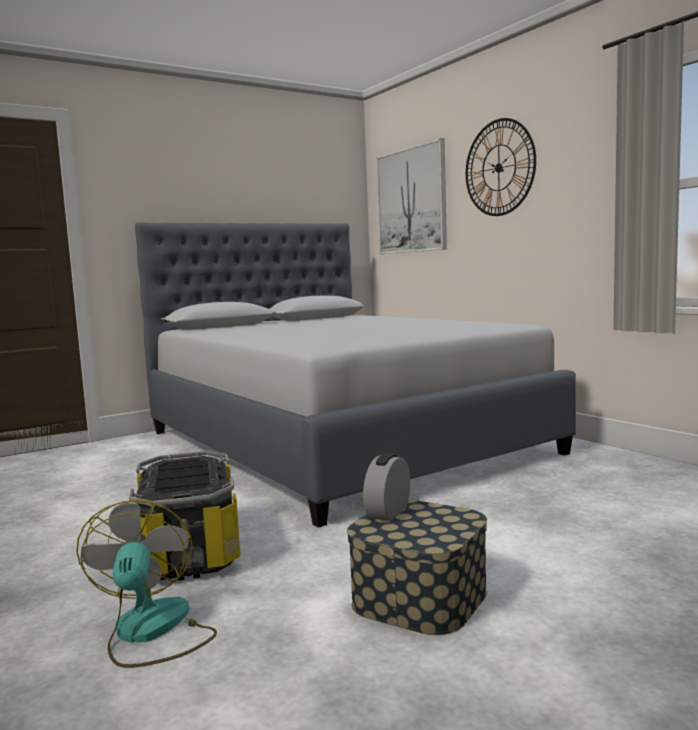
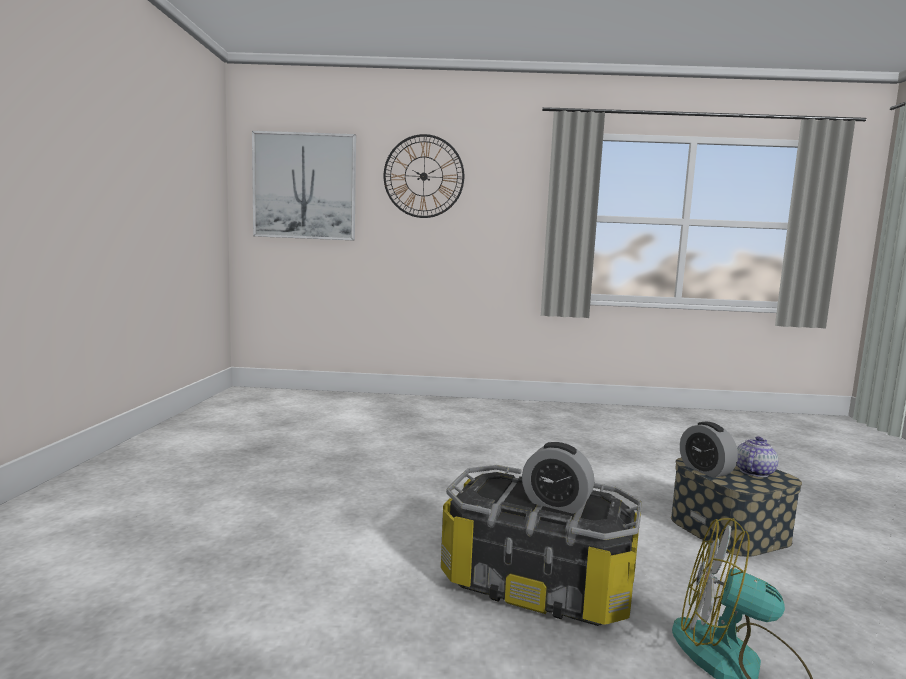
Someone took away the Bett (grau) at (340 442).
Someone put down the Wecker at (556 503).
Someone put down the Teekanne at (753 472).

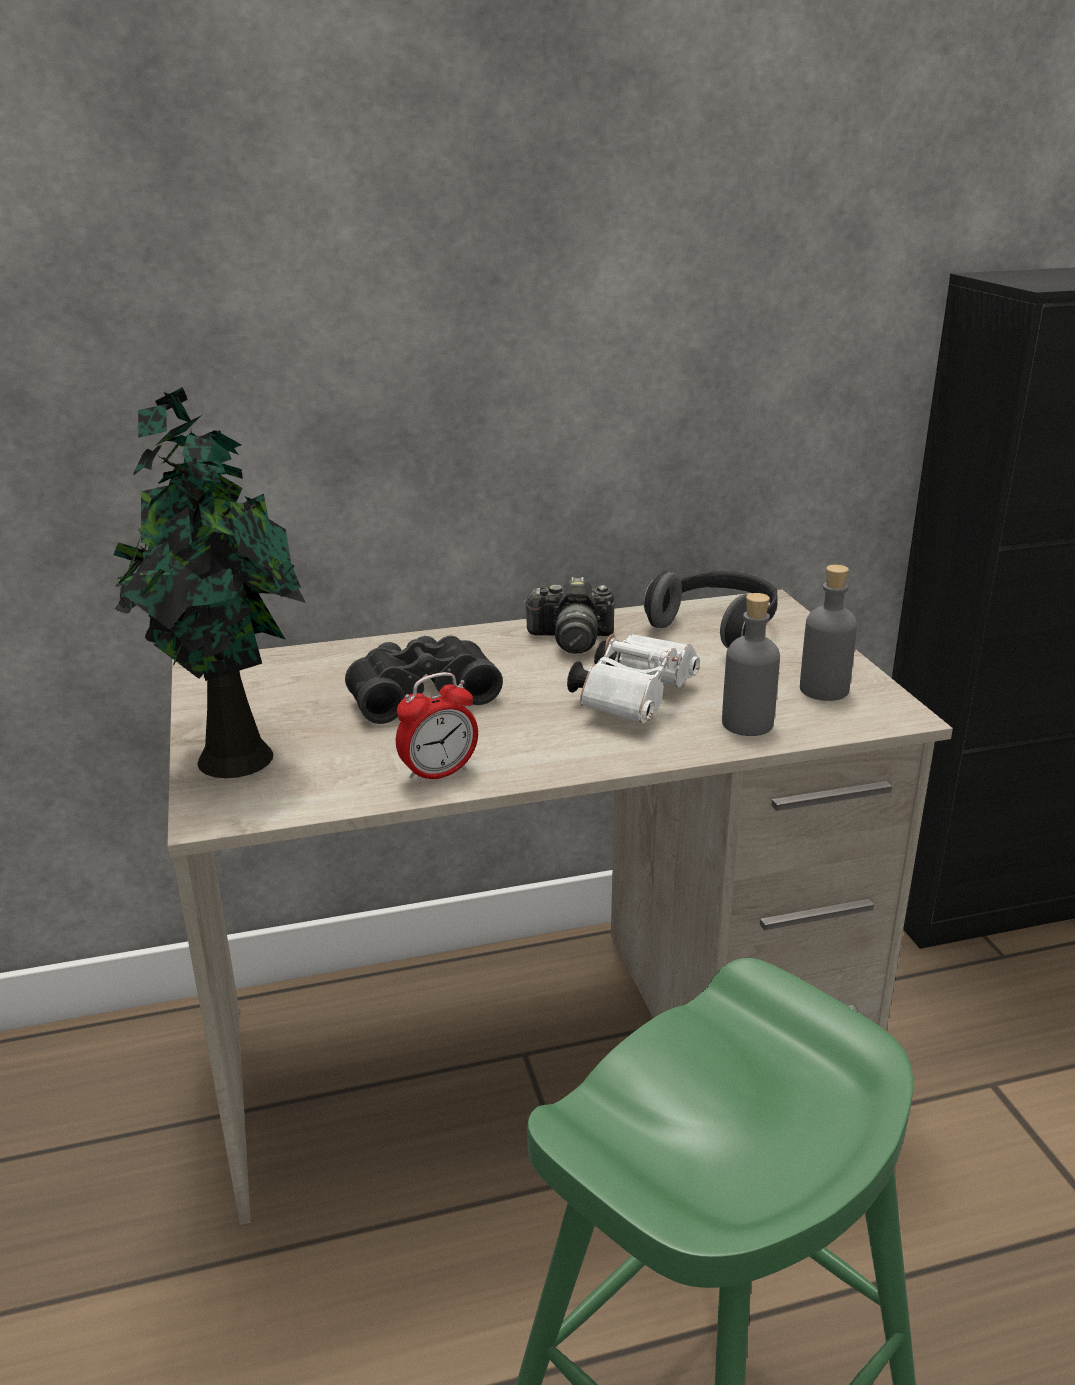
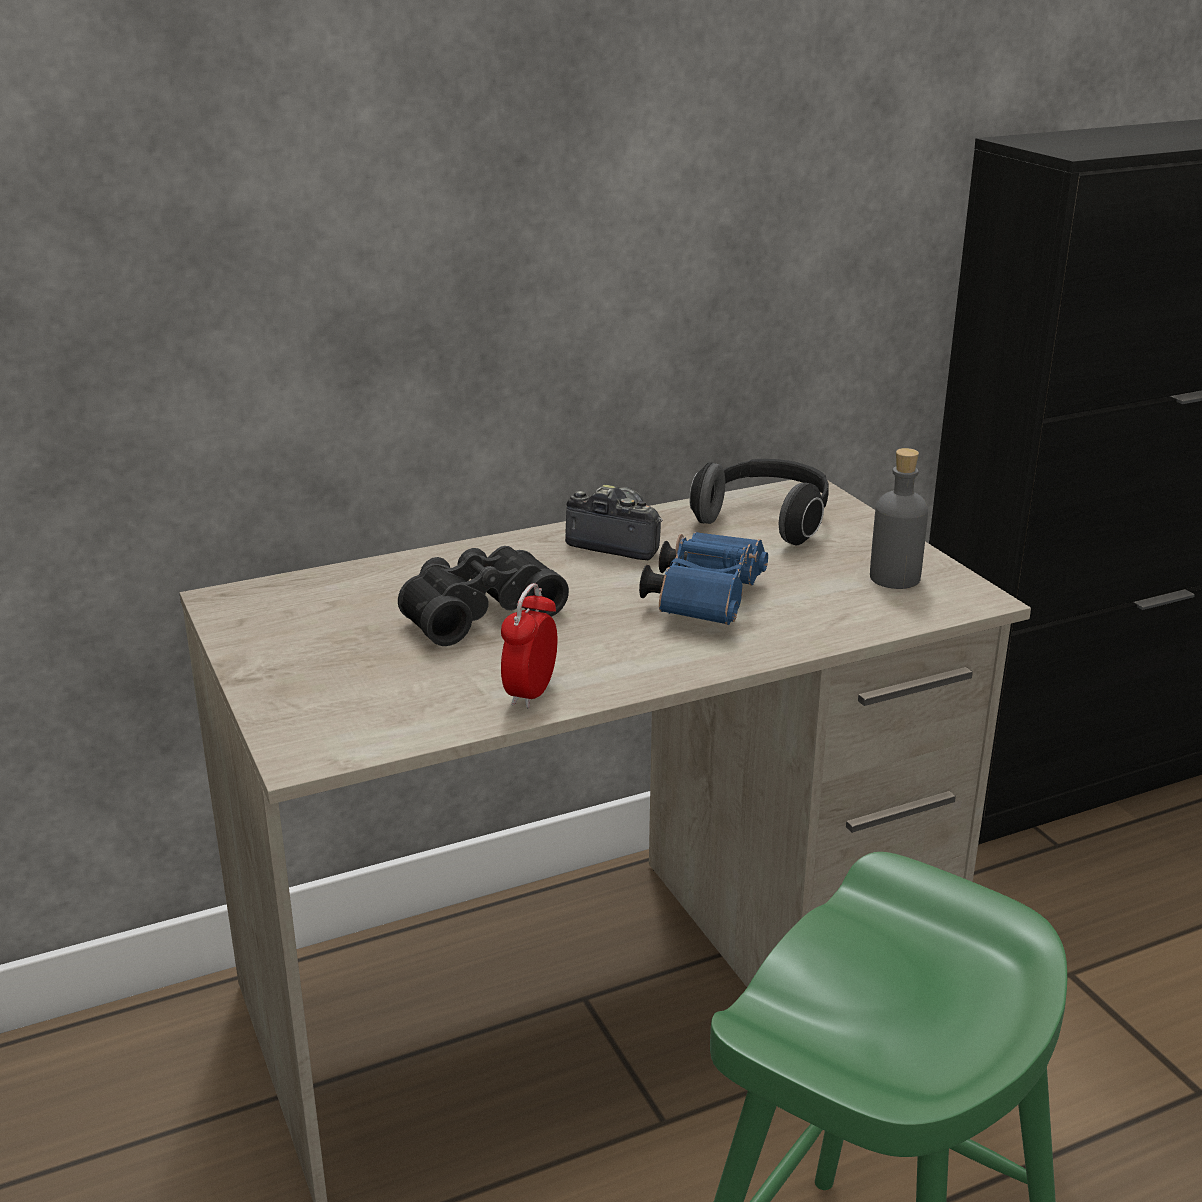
Someone took away the Topfpflanze at (230 756).
Someone took away the Flasche (grau) at (747 724).
Someone repainted the Fernglas (weiß) at (635 698), which became the Fernglas (blau) at (706 600).
Someone rotated the Wecker at (438 773) by 150 degrees clockwise.
Someone rotated the Kamera at (571 639) by 150 degrees counterclockwise.

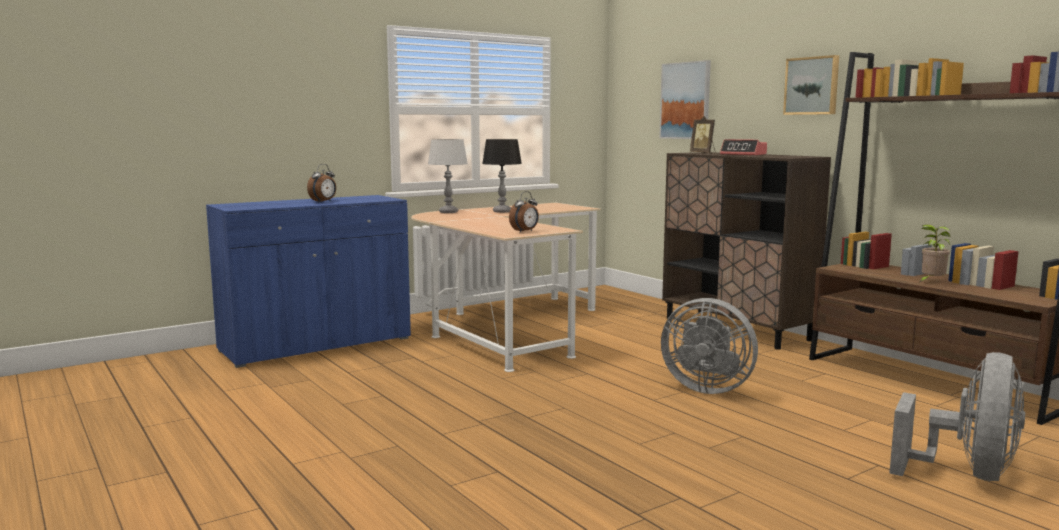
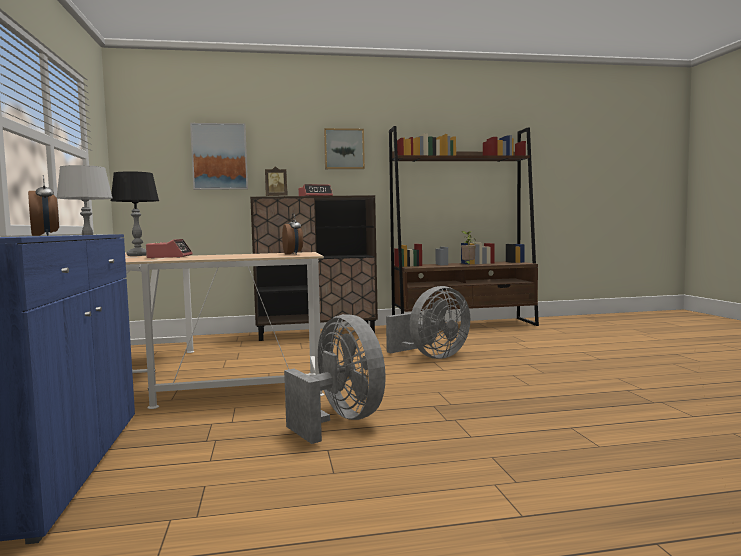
Someone put down the Wecker at (170 257).
Someone carried the Ventilator (grau) from (966 473) to (340 421).

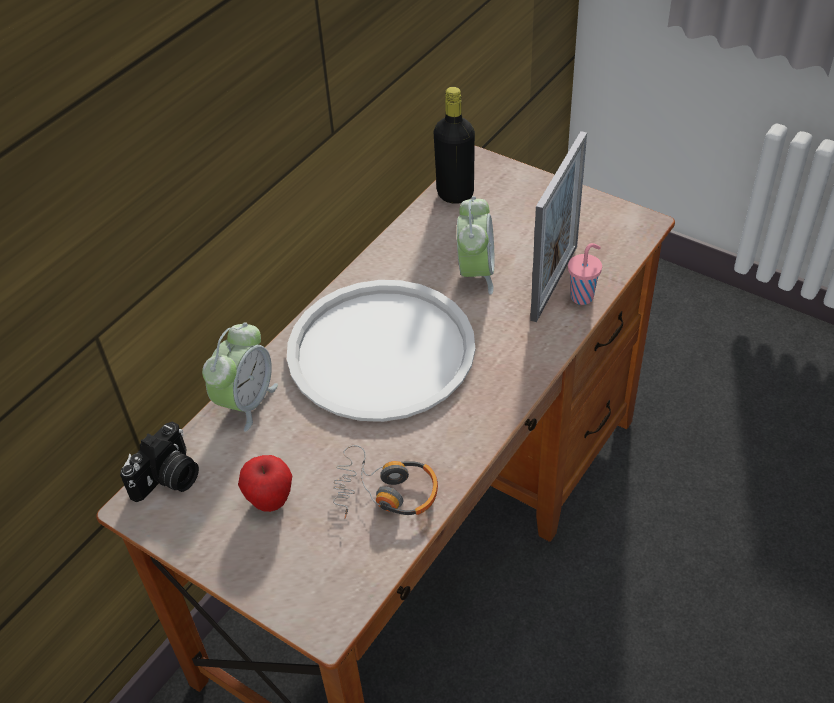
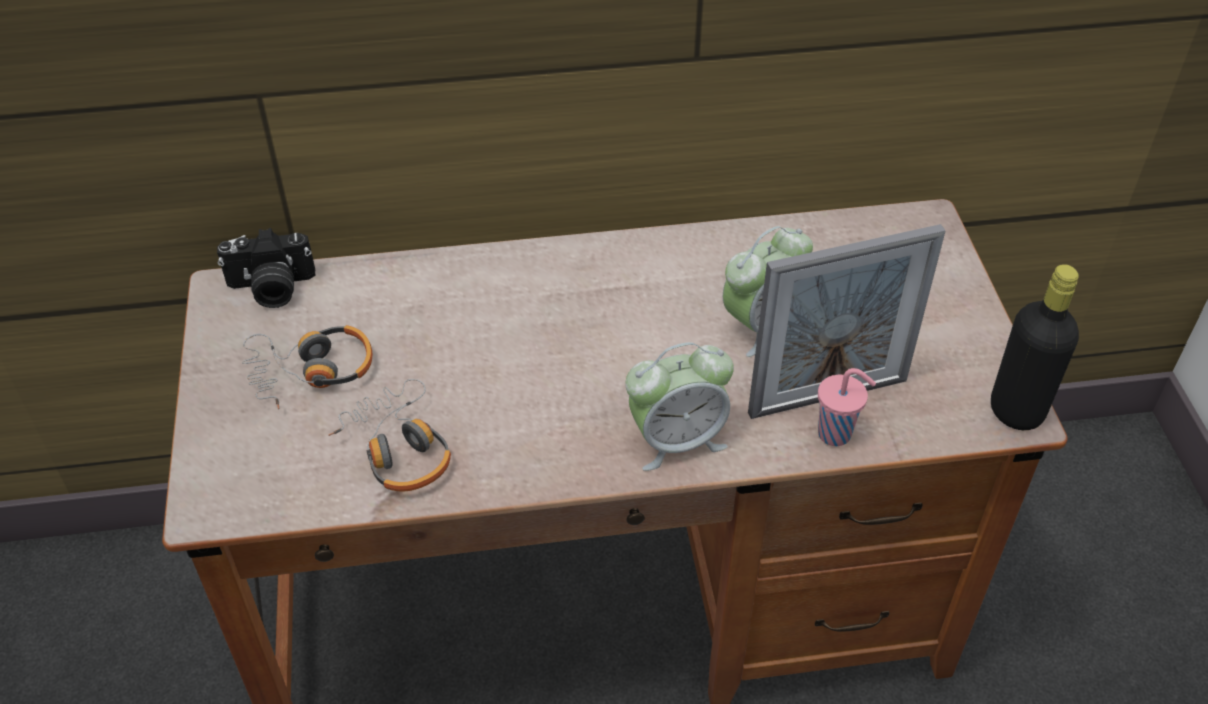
Someone took away the Tablett (weiß) at (381 351).
Someone carried the Wecker from (246 402) to (676 440).
Someone carried the Flasche (schwarz) from (455 194) to (1016 411).
Someone swapped the Apfel at (270 500) for the Kopfhörer at (311 372).

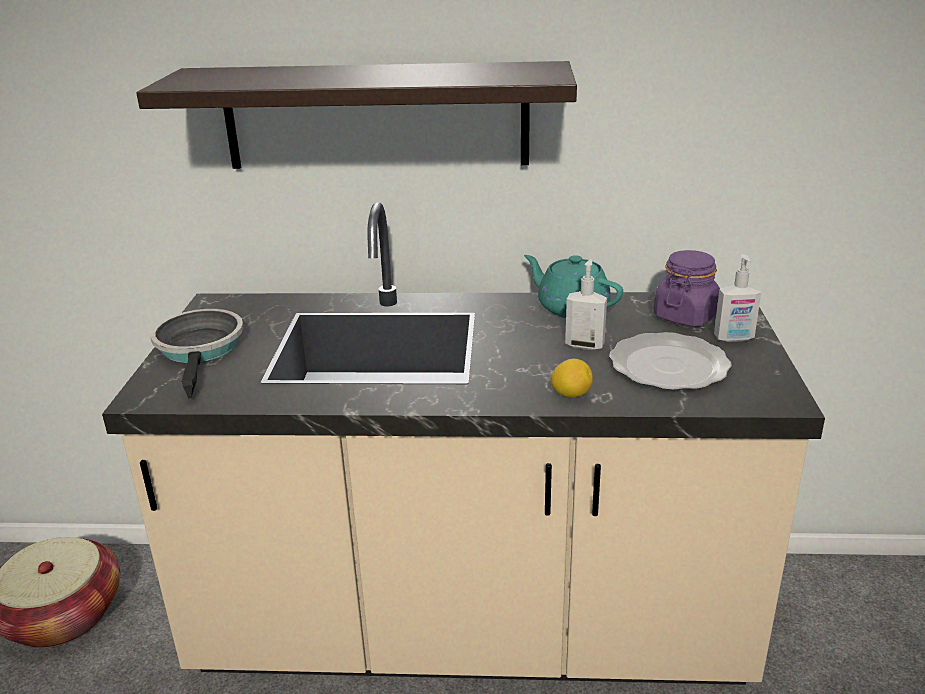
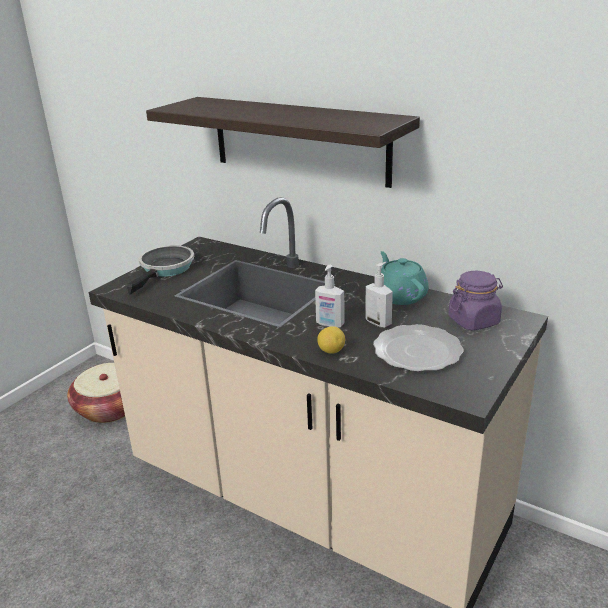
Someone carried the Seifenspender from (734 338) to (330 324).

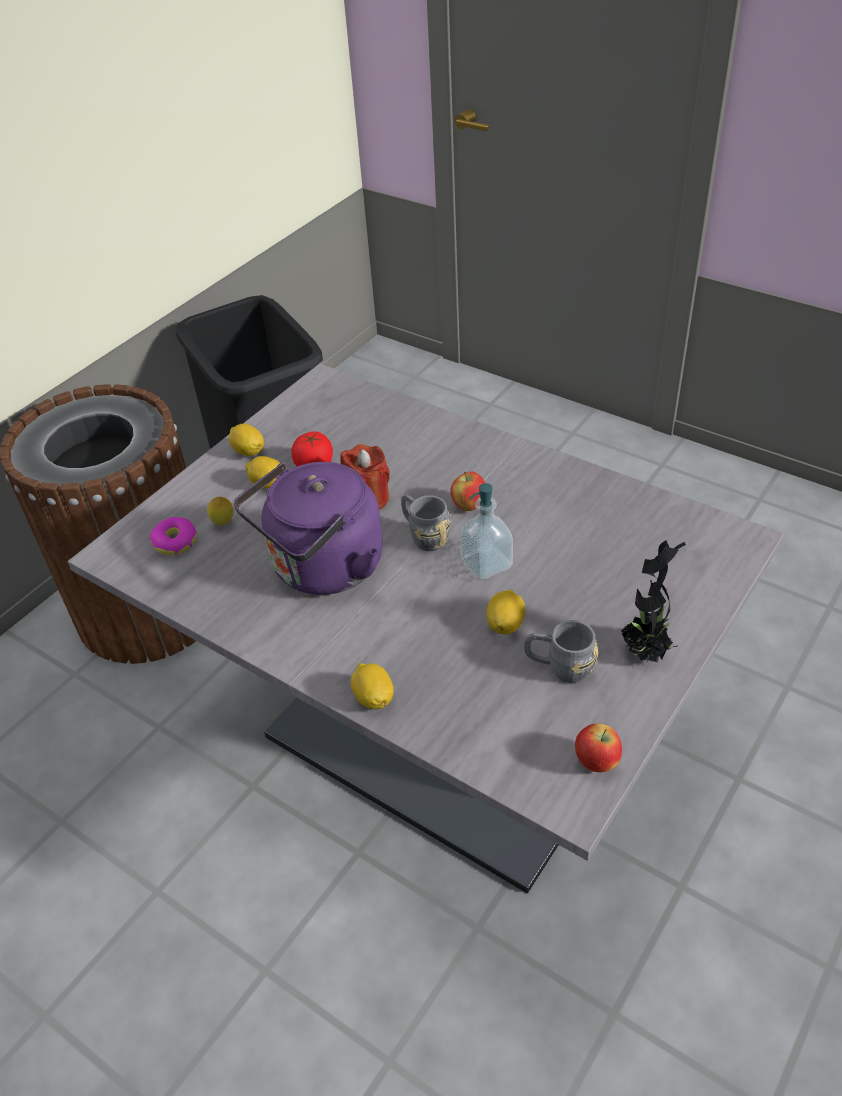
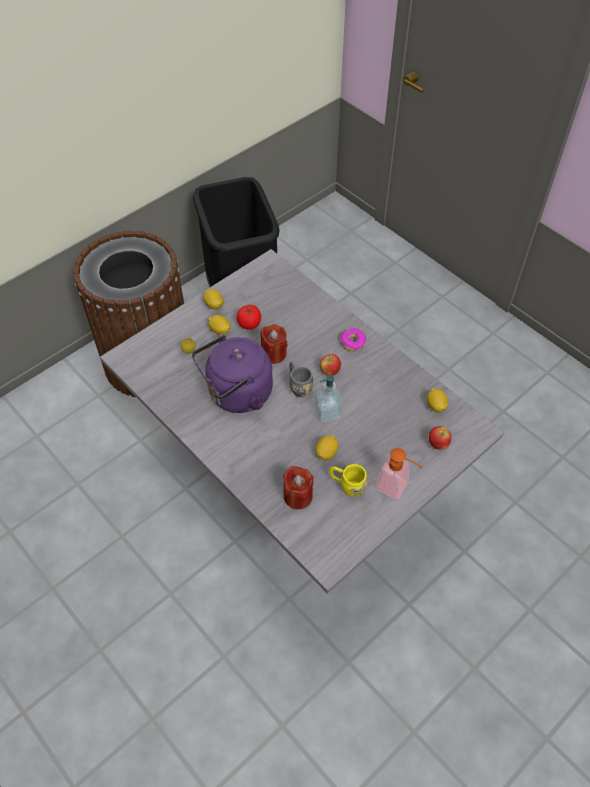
Someone put down the Kerze (rot) at (298 496).
Someone carried the Donut from (175 542) to (353 342).
Someone carried the Zitrone from (374 698) to (436 406).
Someone carried the Apfel from (596 762) to (437 444).
Someone swapped the Topfpflanze at (646 653) for the Seifenspender at (397 488).
Someone repainted the Henkelbecher (grau) at (559 667), which became the Henkelbecher (gelb) at (347 485).

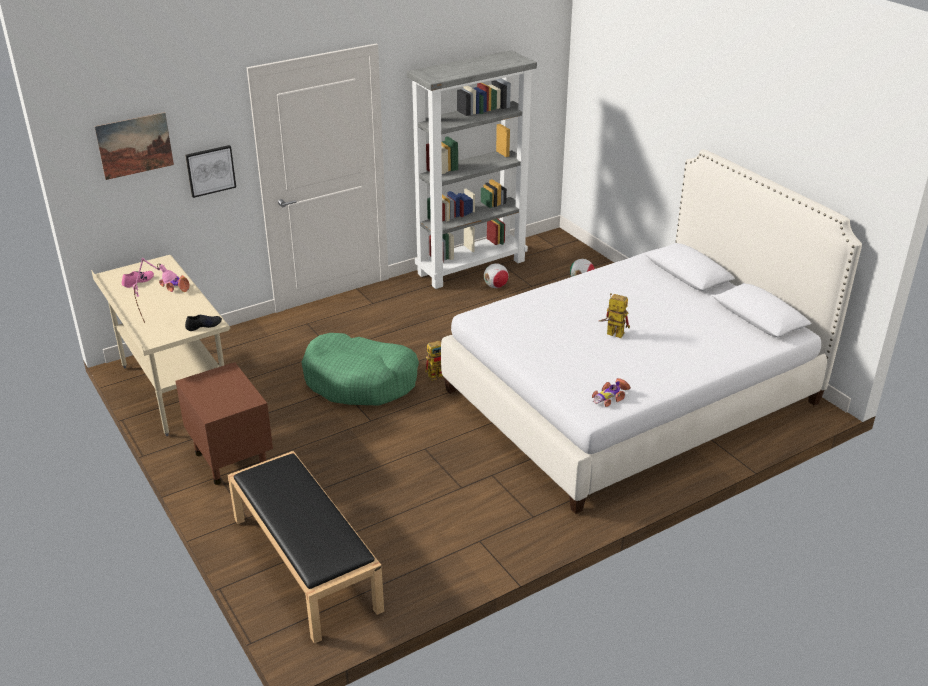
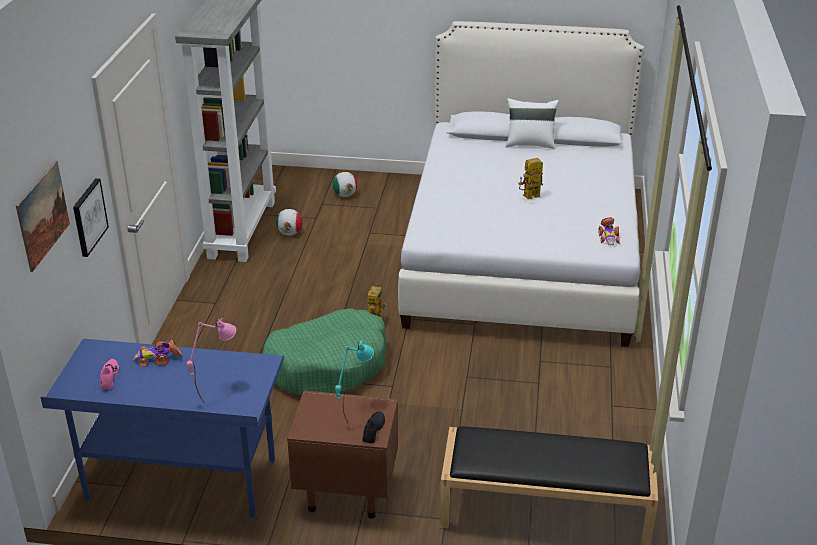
Someone put down the Tischlampe (türkis) at (354 411).
Someone put down the Kissen (weiß) at (530 144).
Someone carried the Schuh (schwarz) from (204 325) to (373 430).
Someone repainted the Schreibtisch (beige) at (174 390), which became the Schreibtisch (blau) at (181 482).

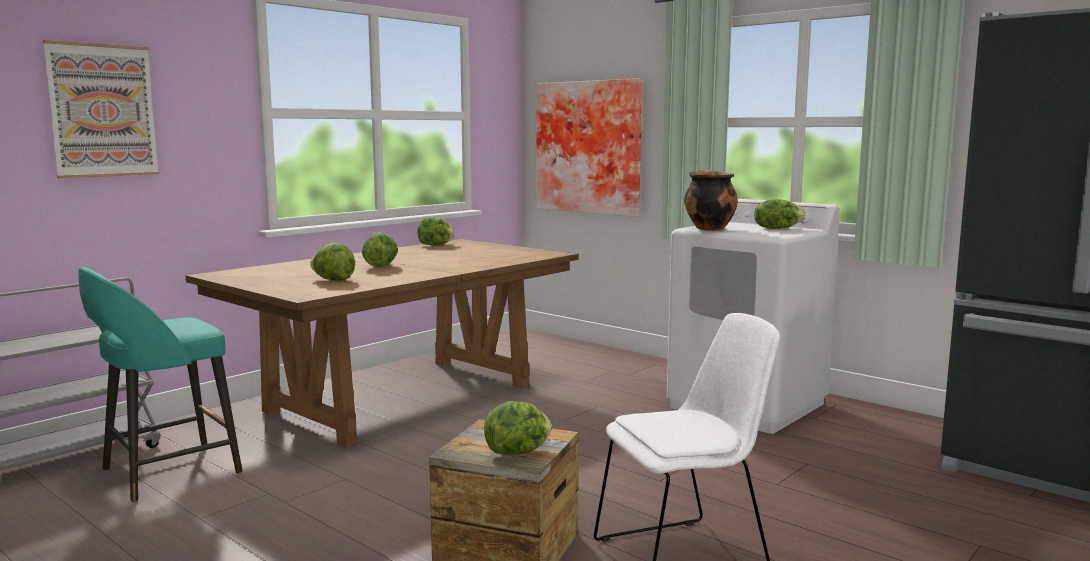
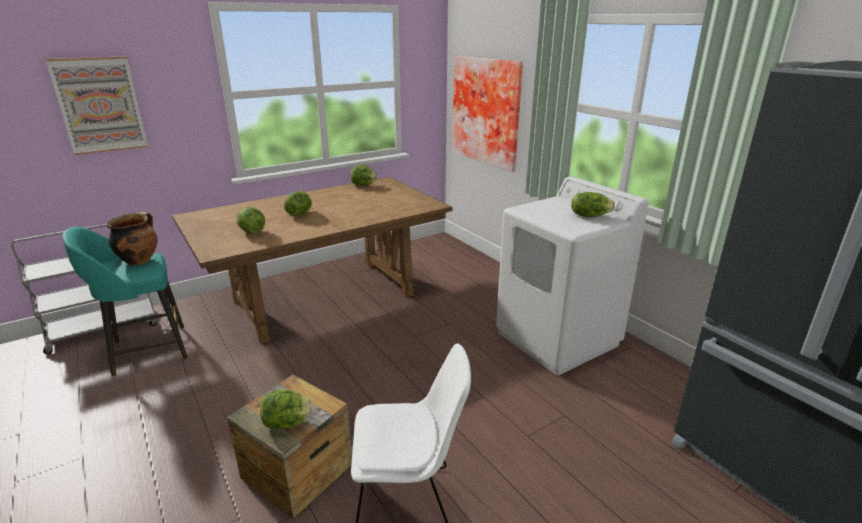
Someone carried the Kochtopf from (709 229) to (139 260).

